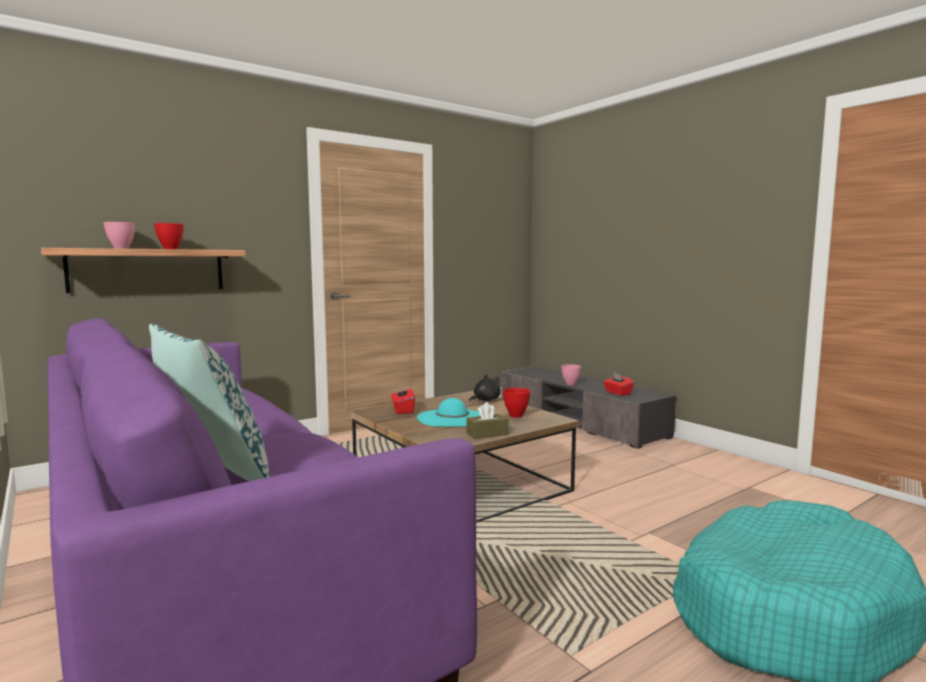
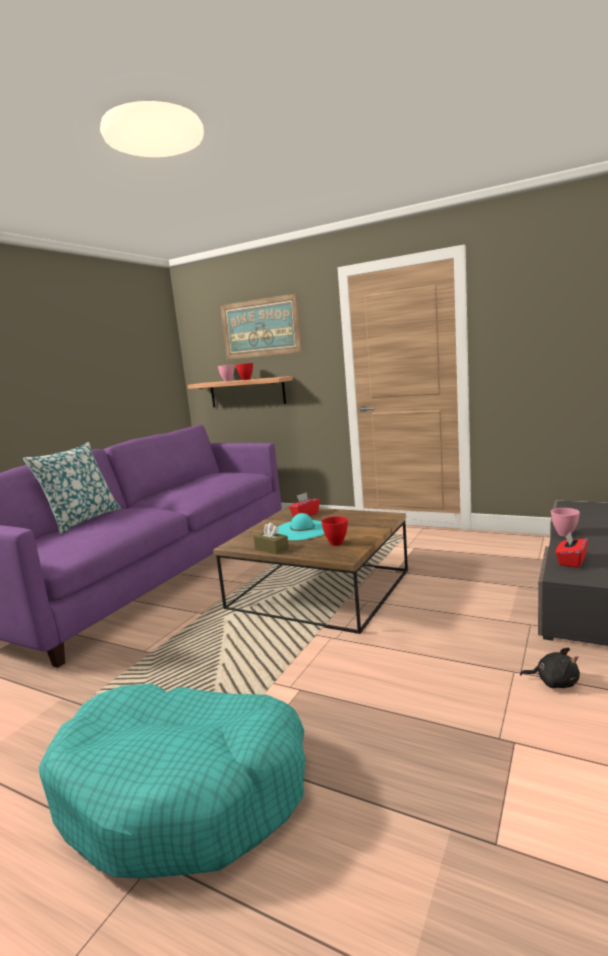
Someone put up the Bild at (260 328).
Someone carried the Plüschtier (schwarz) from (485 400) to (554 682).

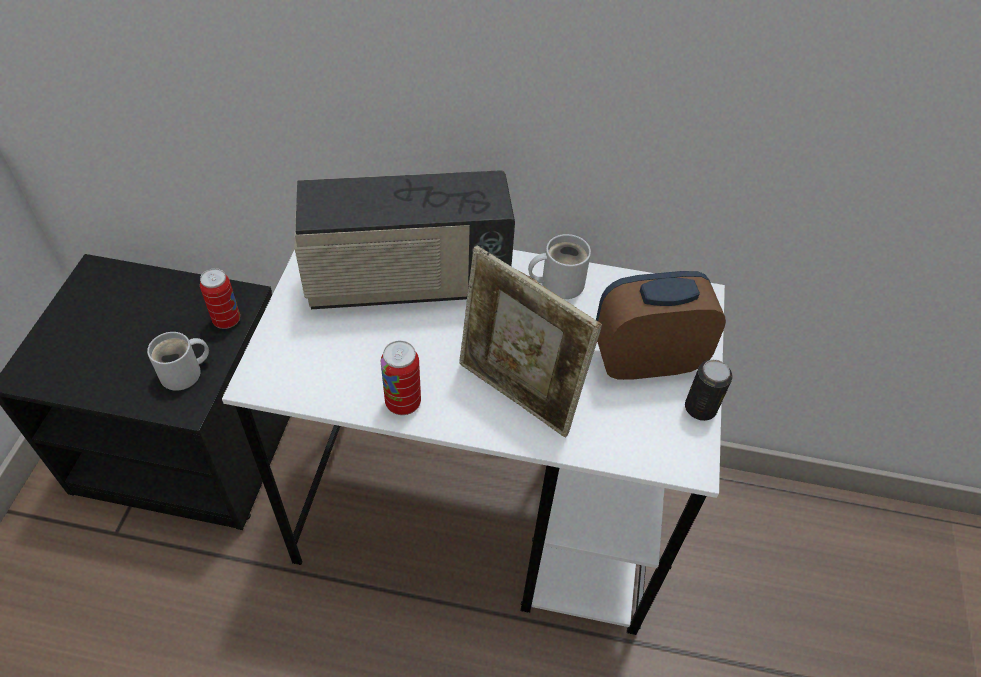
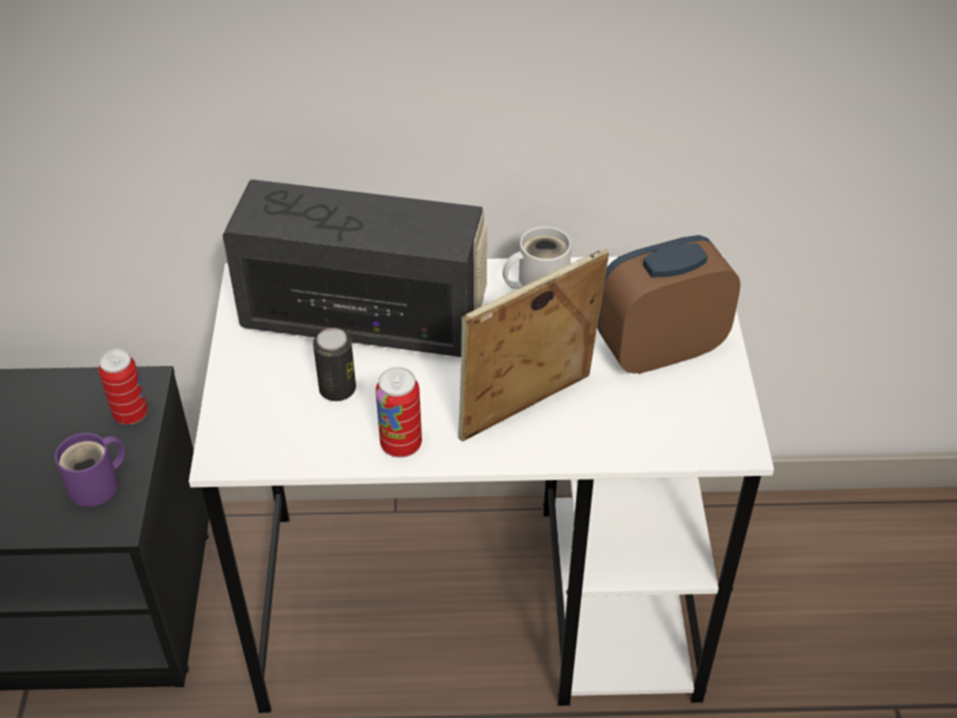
Someone carried the Dose from (700 408) to (337 389).
Someone repainted the Henkelbecher (weiß) at (185 373), which became the Henkelbecher (lila) at (99 485).
Someone rotated the Radio at (407 284) by 150 degrees counterclockwise.
Someone rotated the Bilderrahmen at (517 395) by 120 degrees clockwise.

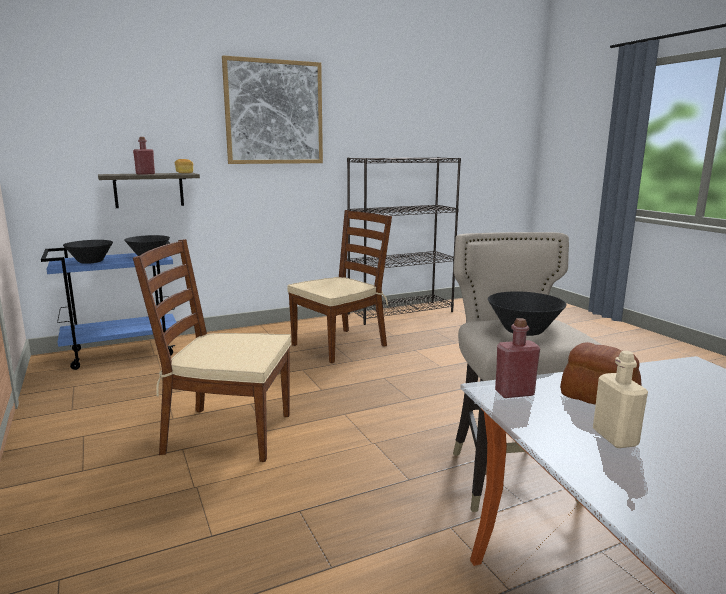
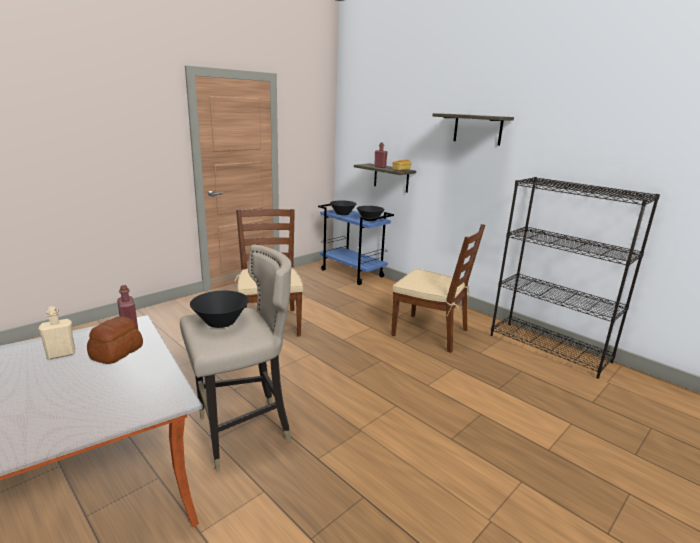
Someone swapped the Bild at (274 112) for the Wandregal at (477 129).

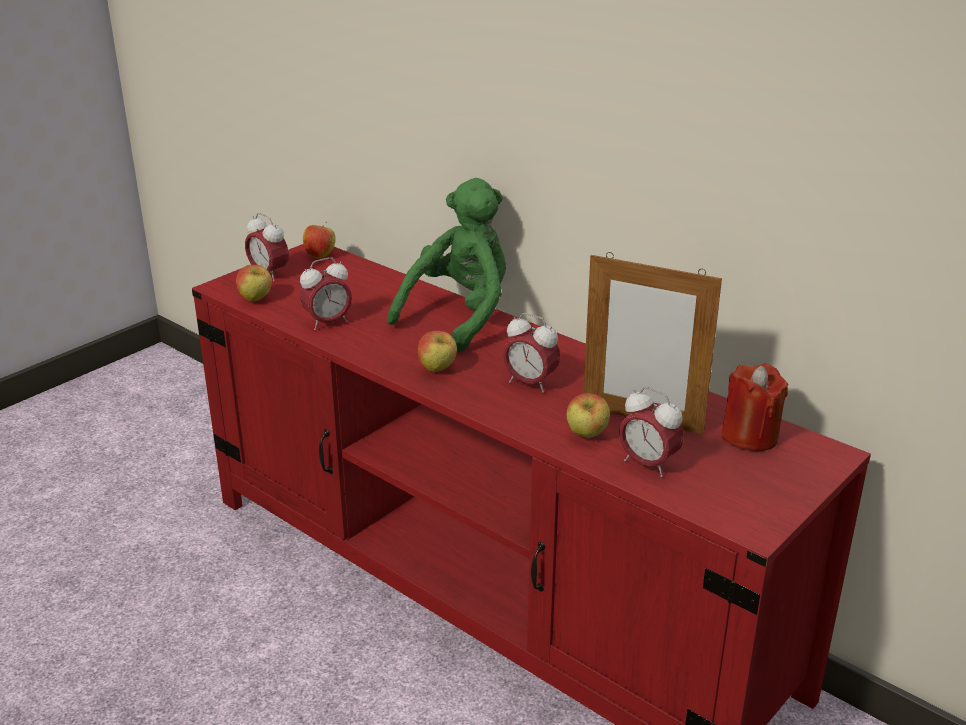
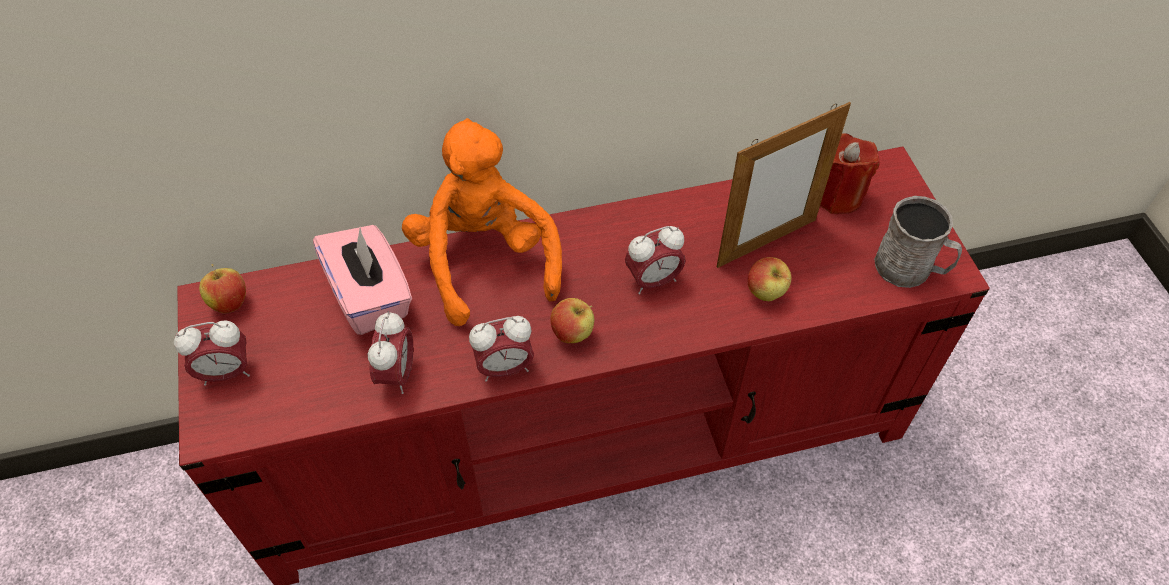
Someone took away the Apfel at (256 300).
Someone put down the Taschentuchbox (rosa) at (370 296).
Someone put down the Henkelbecher (grau) at (910 269).
Someone carried the Wecker from (648 464) to (504 368).
Someone repainted the Plüschtier (grün) at (460 316), which became the Plüschtier (orange) at (484 260).

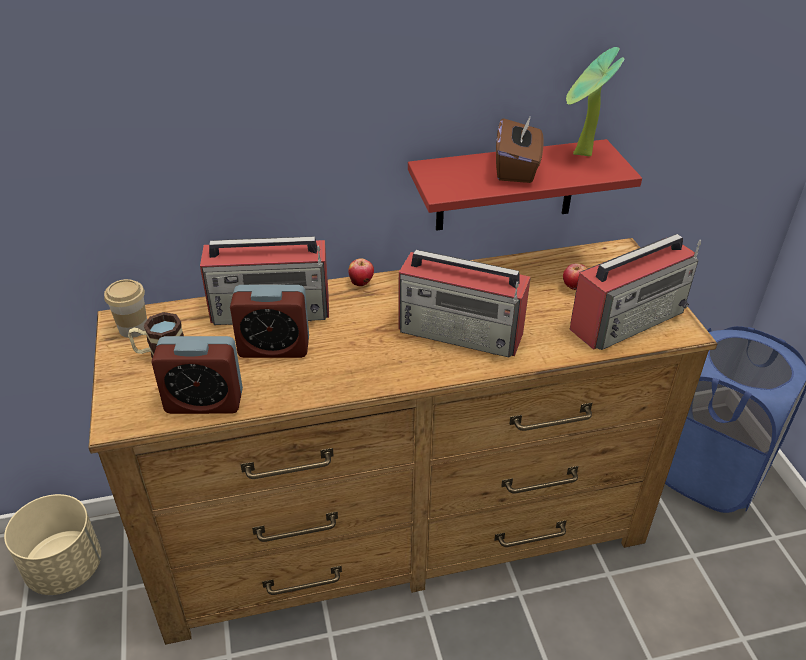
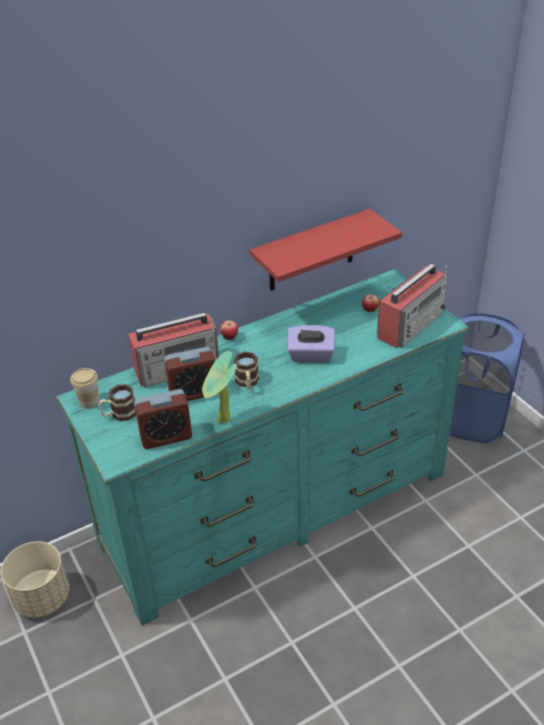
Someone took away the Taschentuchbox (braun) at (517 169).
Someone put down the Henkelbecher at (247 383).
Someone carried the Topfpflanze from (580 155) to (222 422).
Someone swapped the Radio at (462 332) for the Taschentuchbox (lila) at (311 355).
Someone repainted the Kommode (braun) at (400 528), which became the Kommode (türkis) at (276 508).

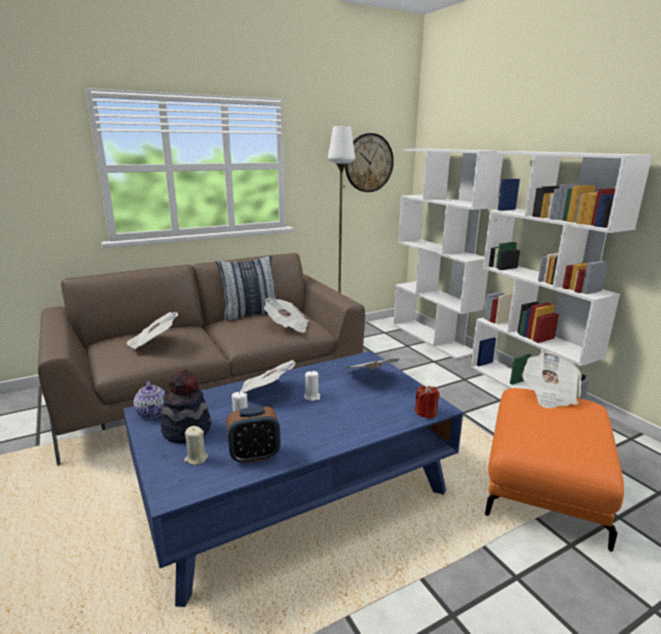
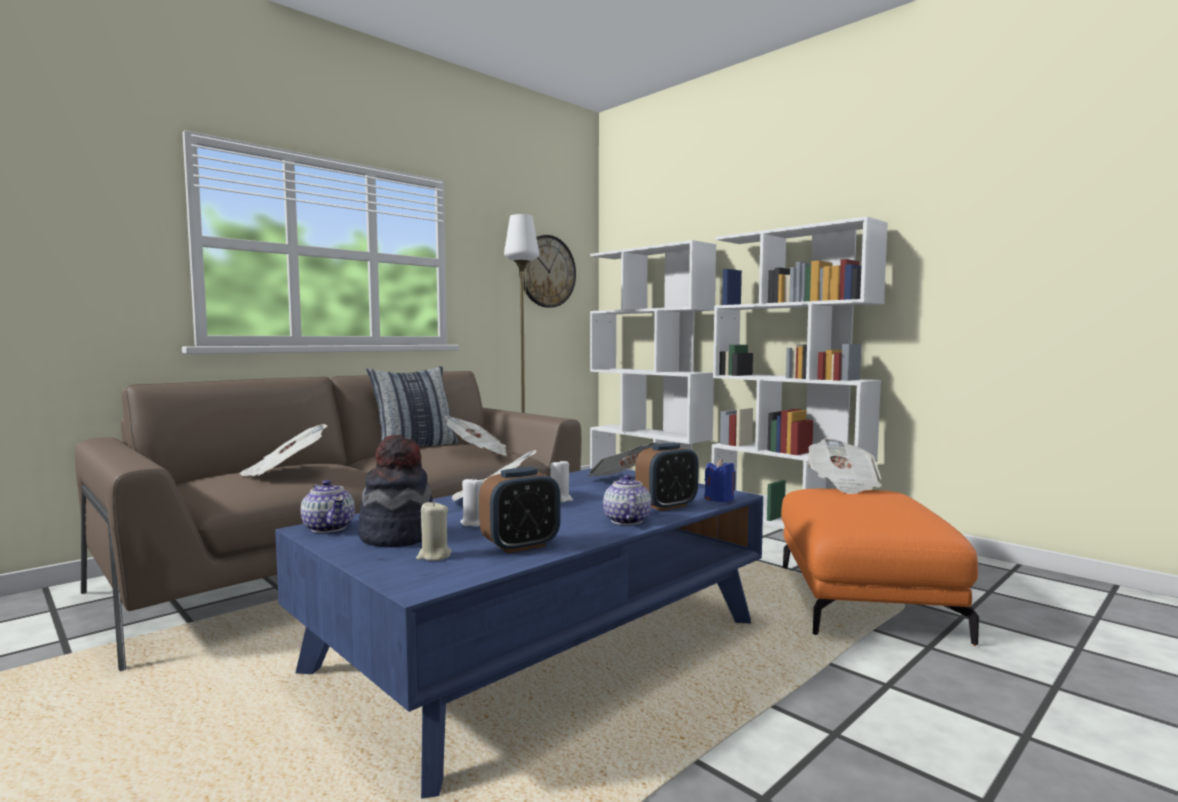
Someone put down the Teekanne at (626 520).
Someone put down the Wecker at (667 506).
Someone repainted the Kerze (rot) at (426 413), which became the Kerze (blau) at (719 499).

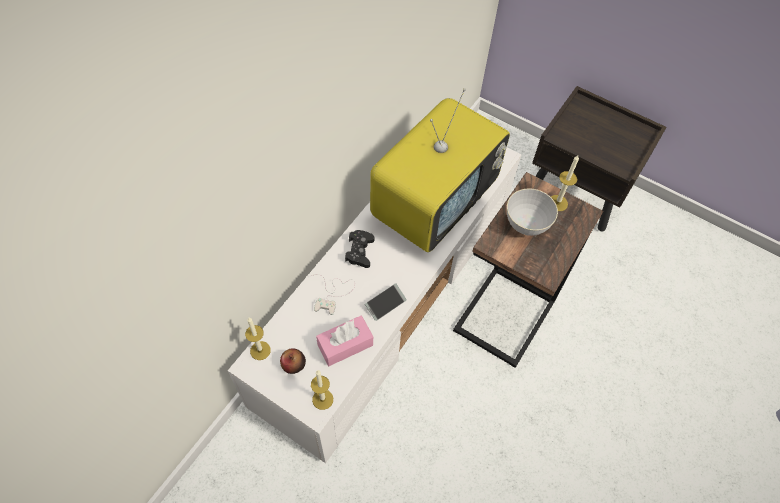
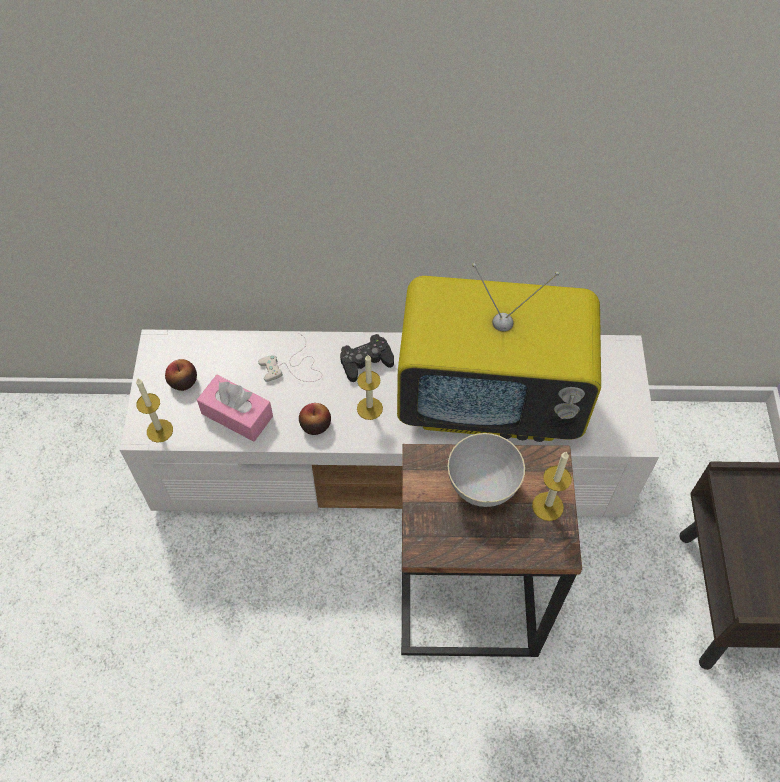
Someone carried the Kerze from (260 350) to (369 408).
Someone swapped the Handy at (385 304) for the Apfel at (315 425).

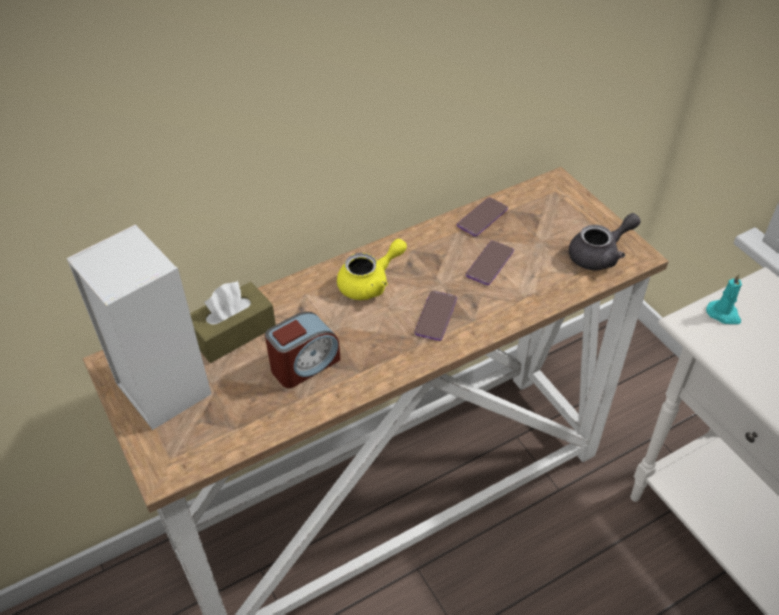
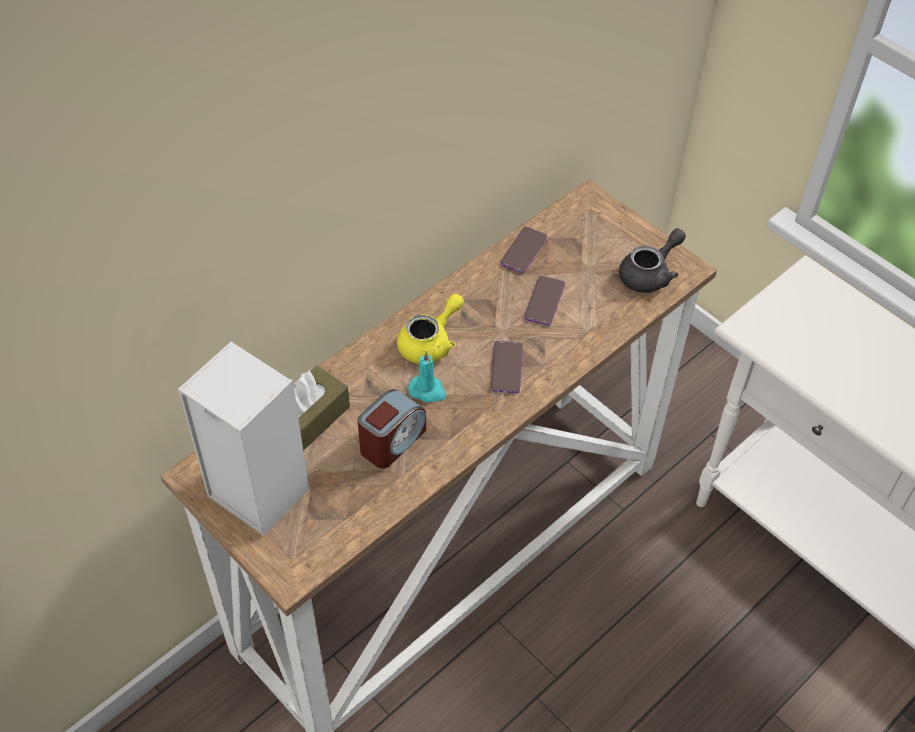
Someone carried the Kerze (türkis) from (724 314) to (428 390).

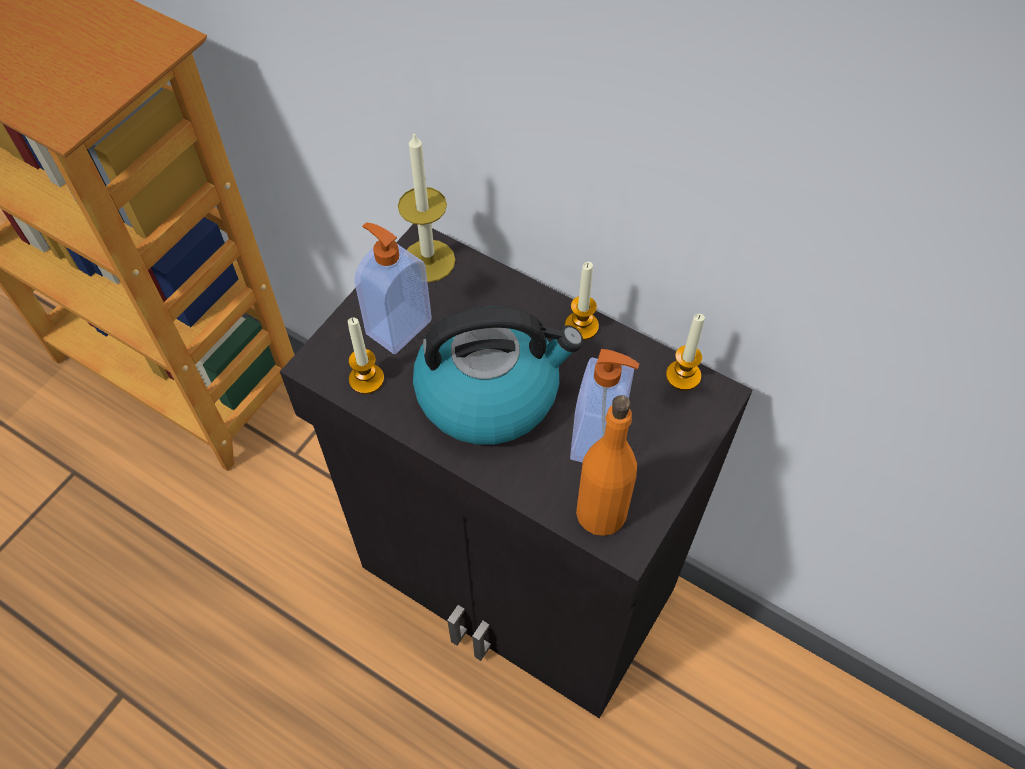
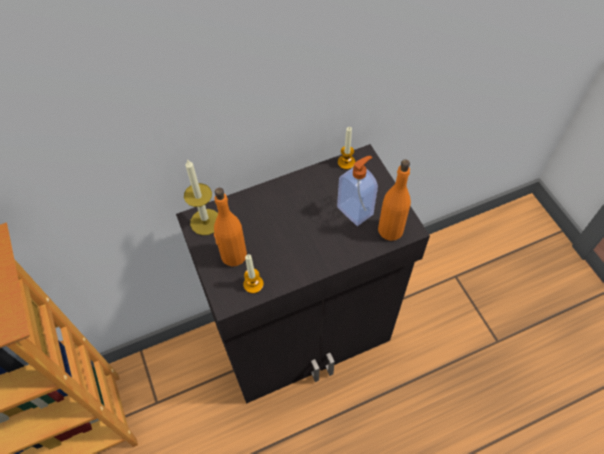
Someone took away the Wasserkessel at (490 392).
Someone took away the Kerze at (581 326).
Someone swapped the Seifenspender at (397 326) for the Flasche (orange) at (233 255).

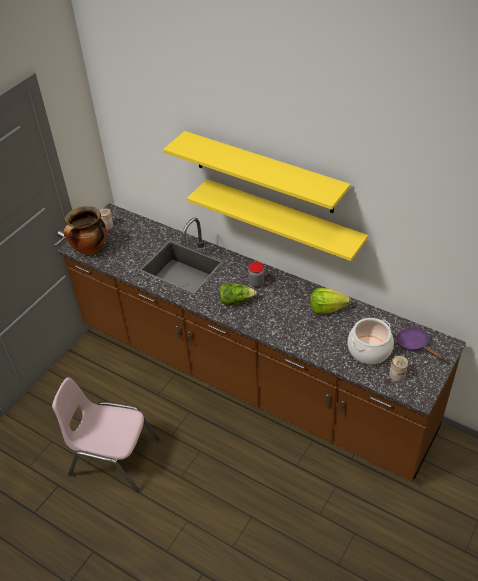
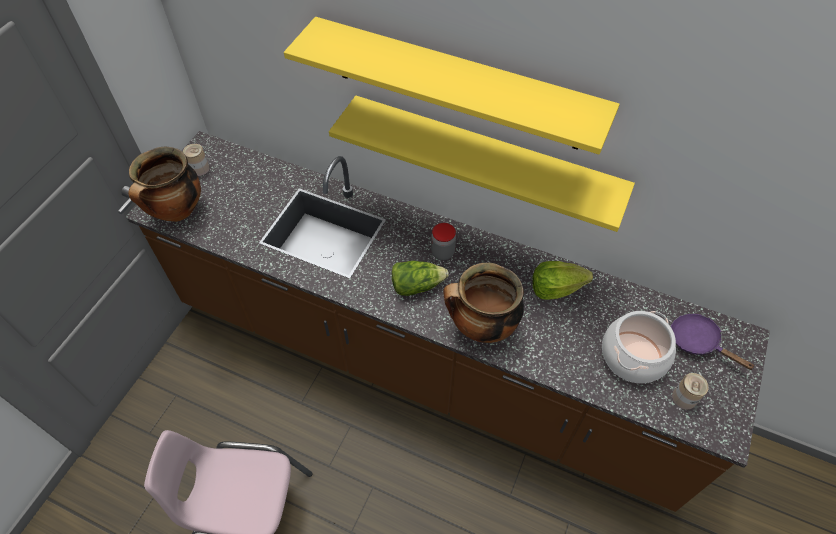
Someone put down the Kochtopf at (481 327).

